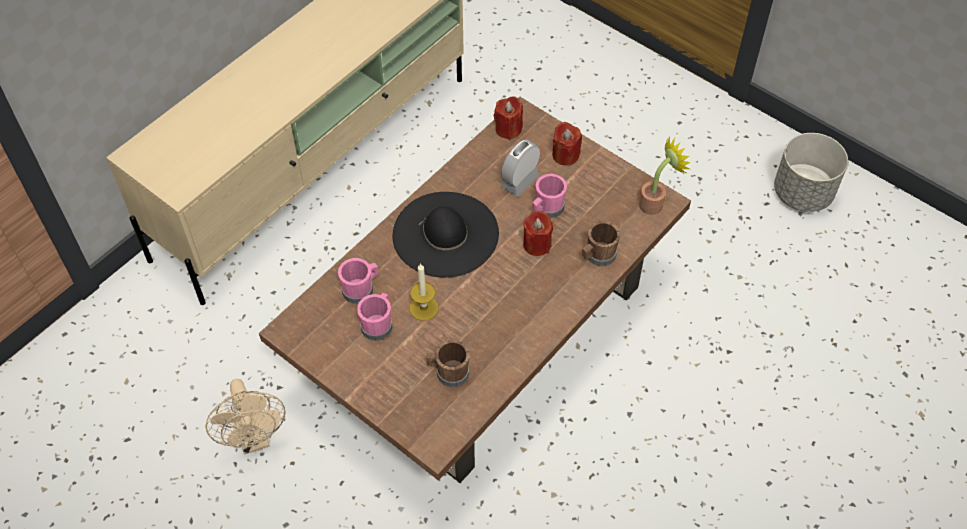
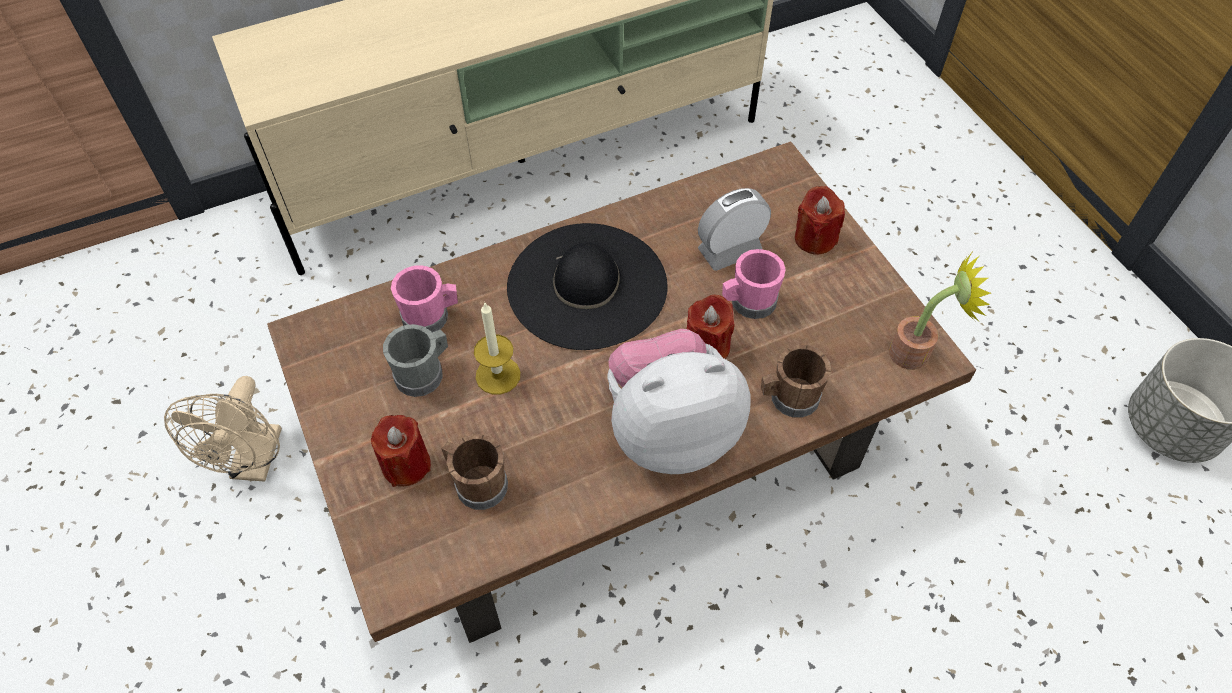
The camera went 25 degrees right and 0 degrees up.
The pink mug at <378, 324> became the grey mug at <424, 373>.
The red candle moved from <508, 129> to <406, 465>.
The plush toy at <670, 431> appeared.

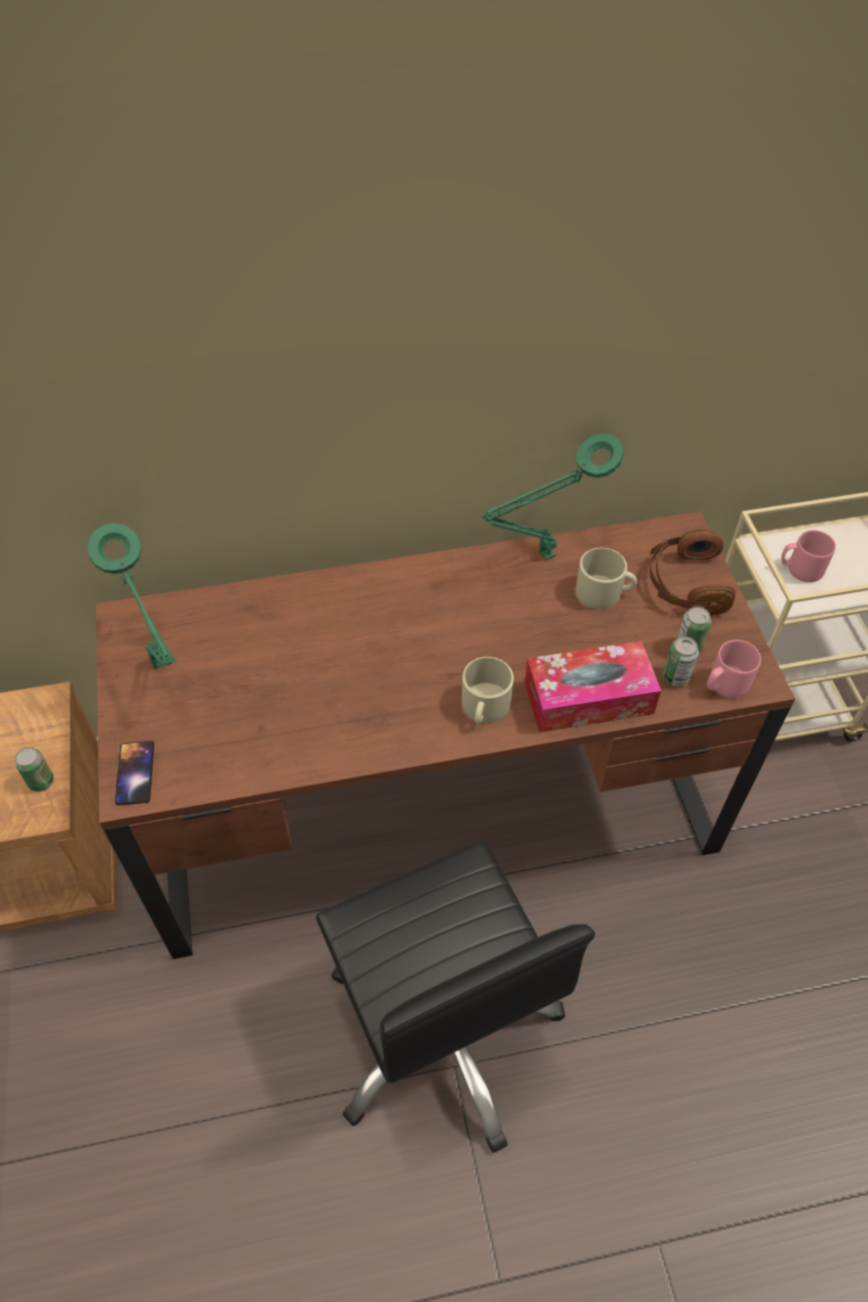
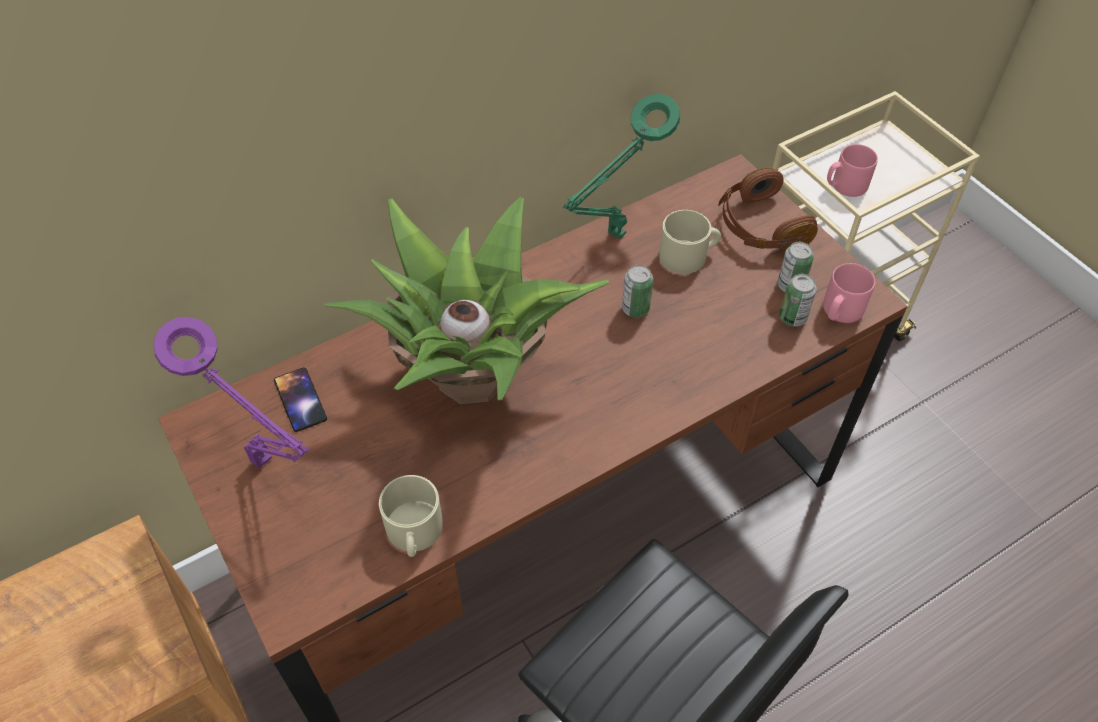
The camera went 20 degrees left and 0 degrees up.
The can moved from <41, 781> to <635, 308>.
The green table lamp at <161, 667> became the purple table lamp at <265, 464>.
The phone moved from <135, 773> to <300, 400>.
The beige mug moved from <484, 708> to <414, 533>.
The tissue box at <588, 697> disappeared.
The potted plant at <473, 372> appeared.

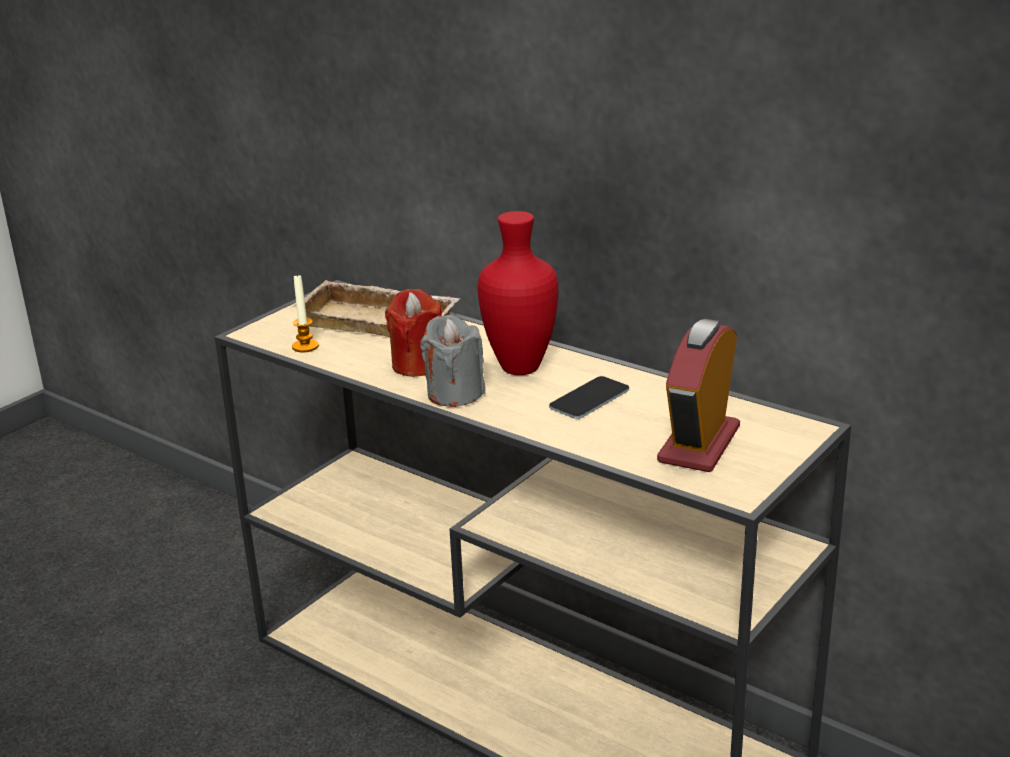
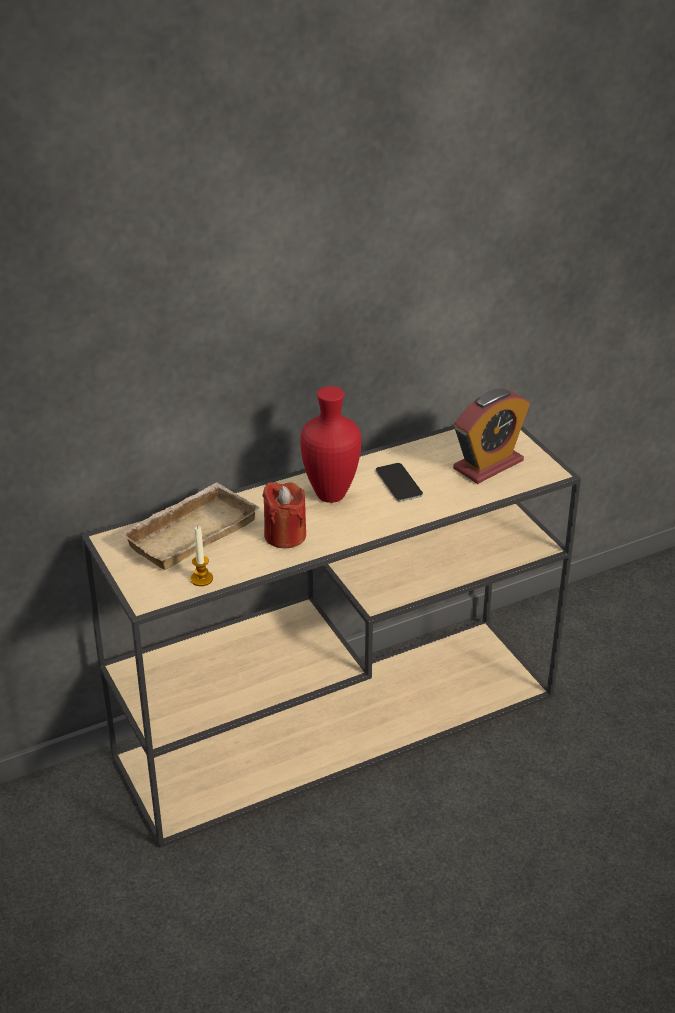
The camera went 65 degrees left and 10 degrees up.
The grey candle at <455, 394> disappeared.
The alarm clock at <699, 444> turned 90 degrees counterclockwise.

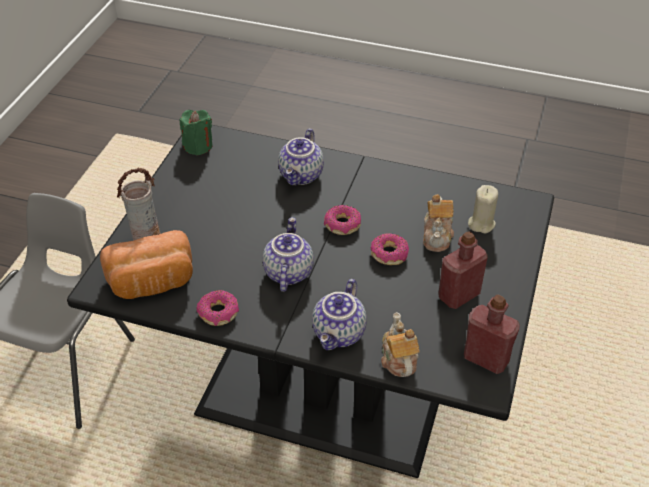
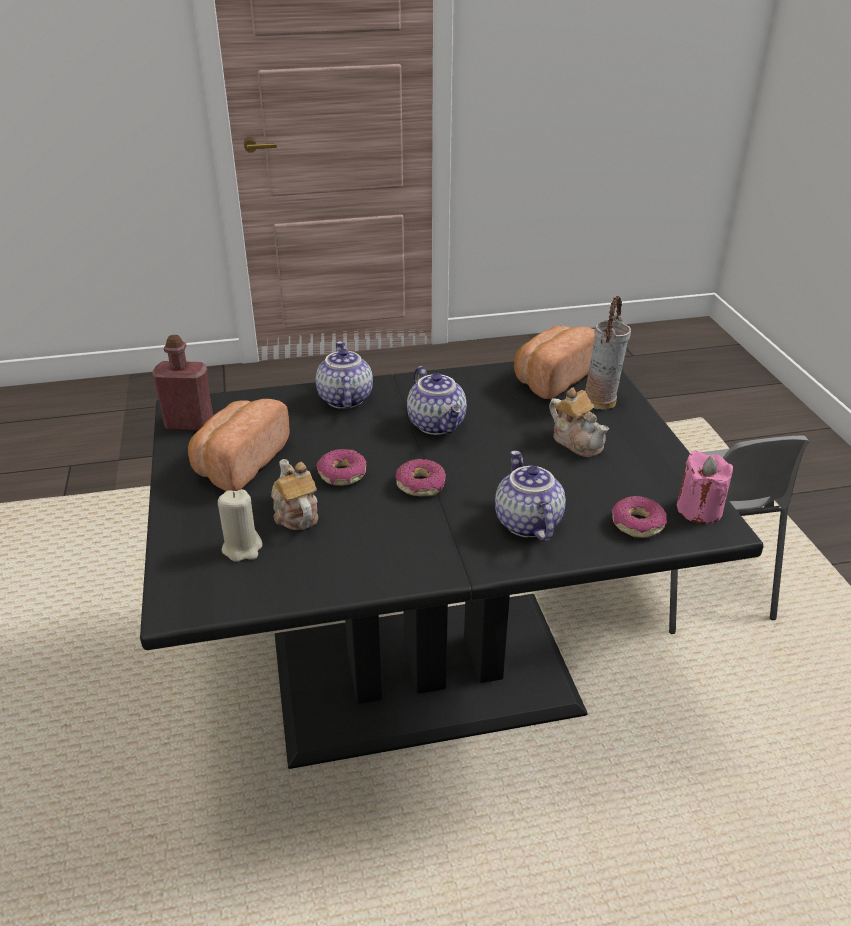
The camera went 150 degrees right and 10 degrees down.
The green candle at <198, 146> became the pink candle at <699, 510>.
The donut moved from <218, 313> to <637, 524>.
The teapot moved from <398, 359> to <577, 441>.
The red bottle at <459, 295> was replaced by the bread at <239, 463>.

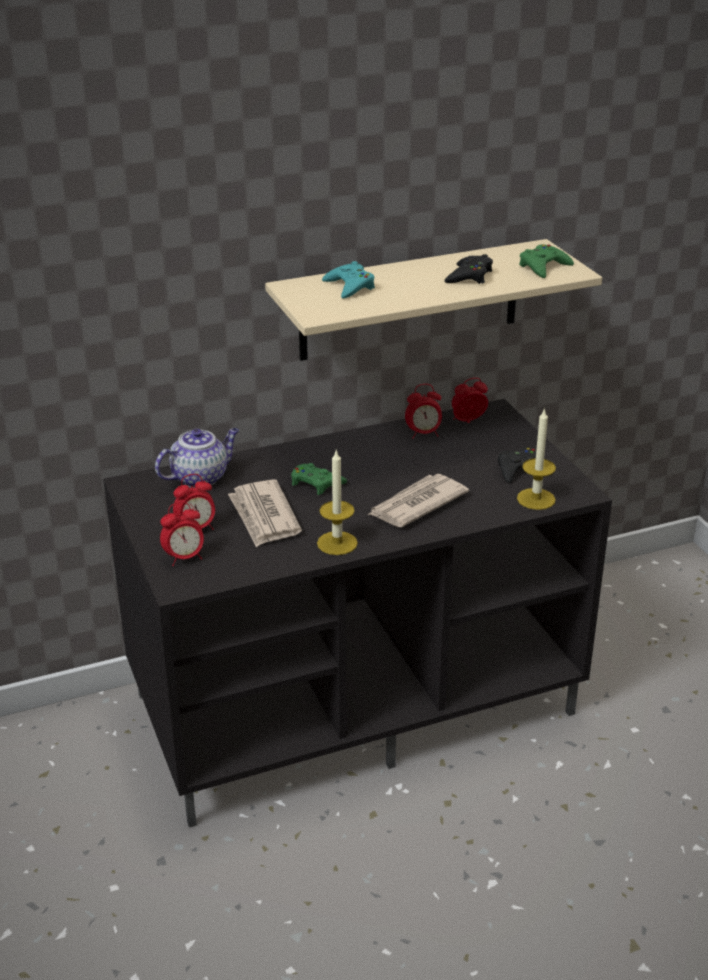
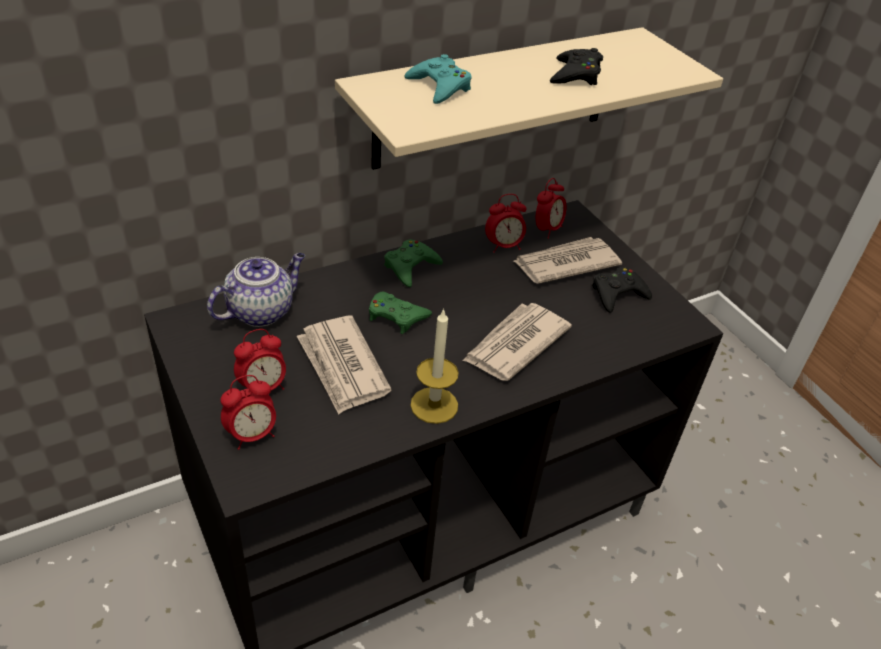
The camera went 10 degrees left and 10 degrees up.
The alarm clock at <468, 421> turned 150 degrees clockwise.
The candle at <536, 499> disappeared.
The green game controller moved from <543, 267> to <410, 267>.
The newspaper at <564, 263> appeared.

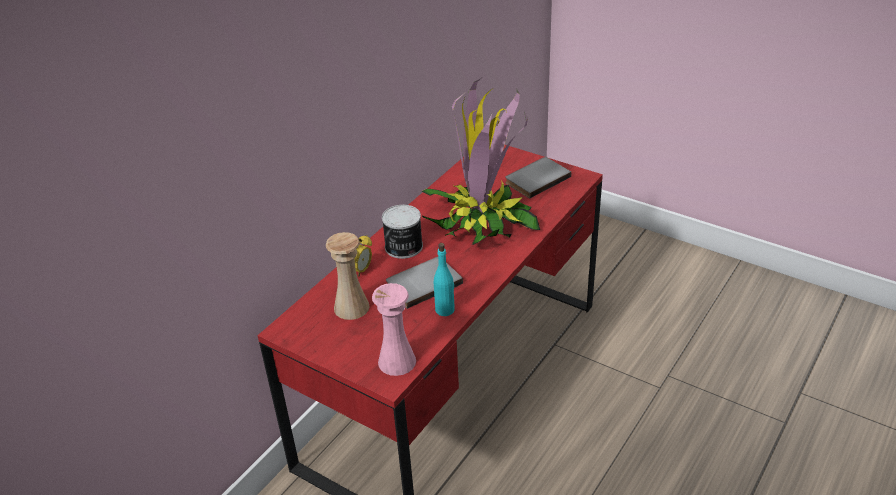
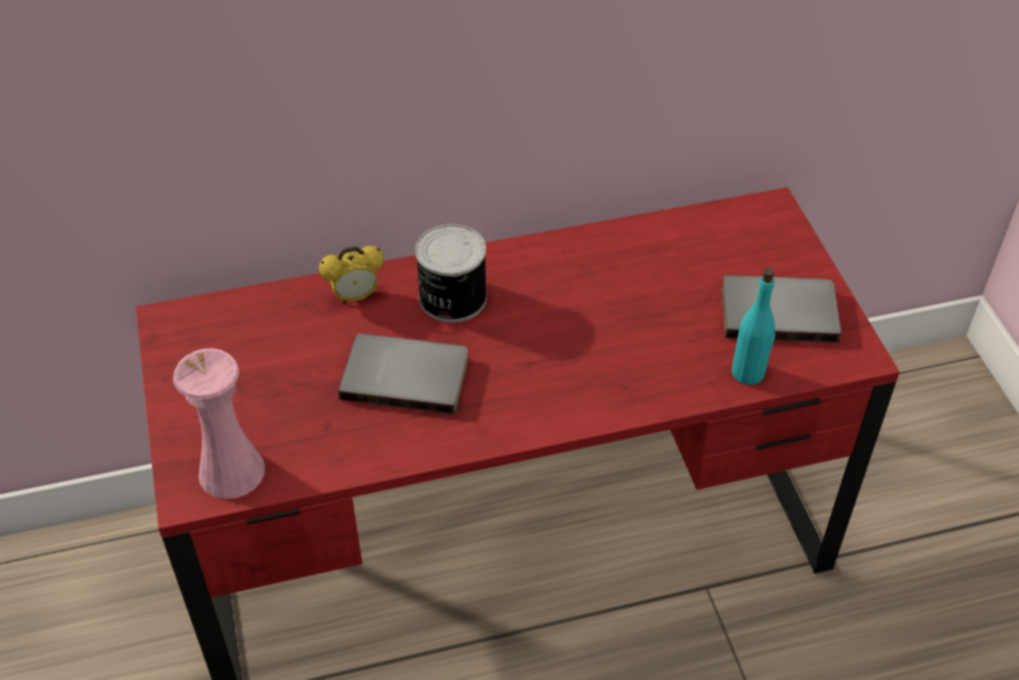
The camera went 40 degrees right and 10 degrees up.
The beige vase at <351, 307> disappeared.
The potted plant at <481, 222> disappeared.
The turquoise bottle moved from <445, 310> to <748, 372>.

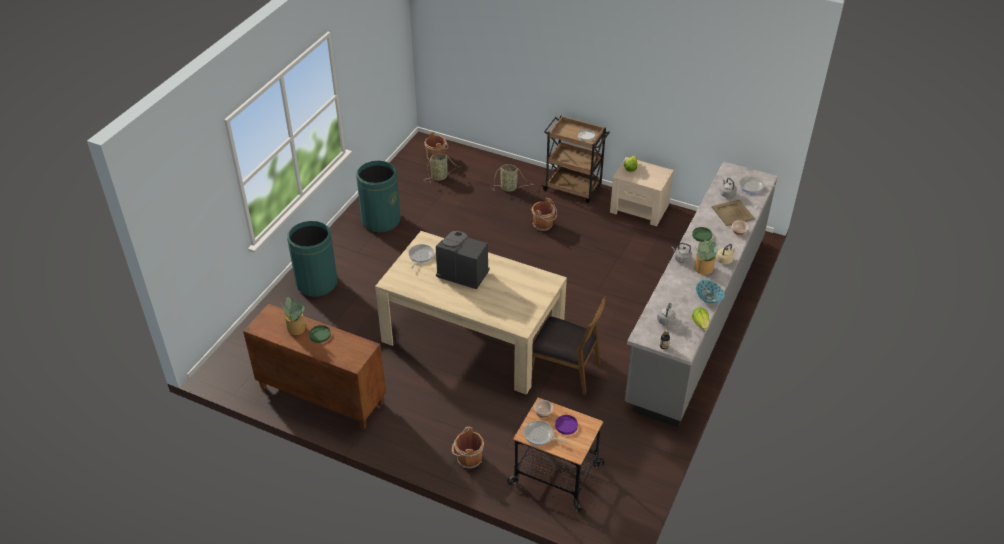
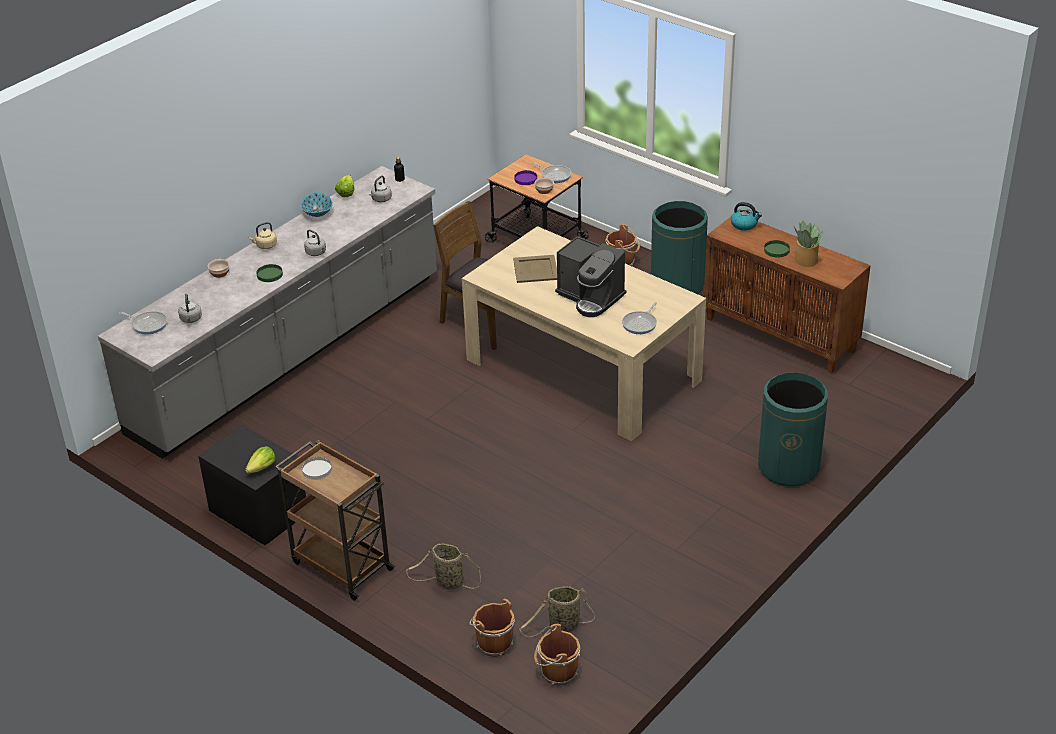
The camera went 165 degrees left and 5 degrees down.
The green trash can moved from <381, 220> to <677, 286>.
The brown bucket moved from <543, 225> to <493, 643>.
The beige nightstand at <639, 209> became the black nightstand at <258, 511>.
The potted plant at <703, 268> disappeared.
The beige tray moved from <733, 213> to <535, 269>.
The kettle at <744, 225> appeared.

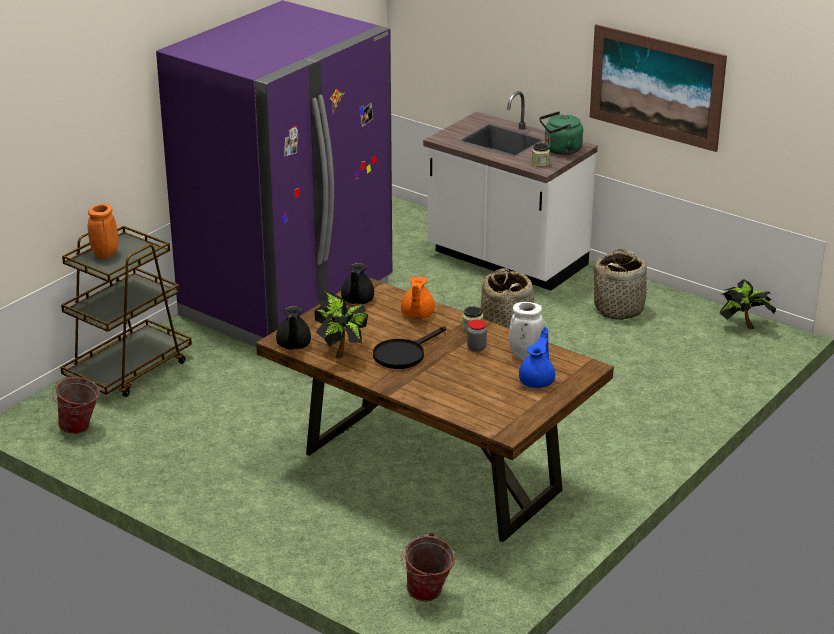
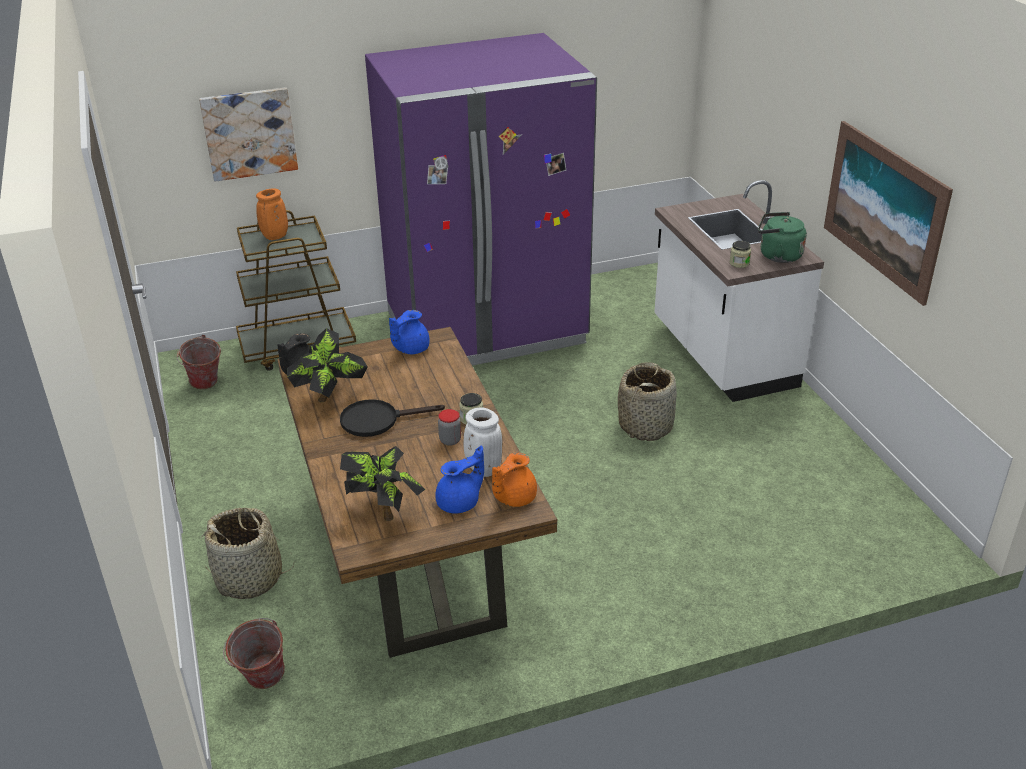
The camera went 35 degrees right and 5 degrees up.
The black teapot at <357, 301> became the blue teapot at <410, 349>.
The orange teapot moved from <417, 314> to <513, 498>.
The basket moved from <619, 309> to <250, 579>.
The potted plant moved from <743, 326> to <384, 511>.
The picture at <249, 133> appeared.

